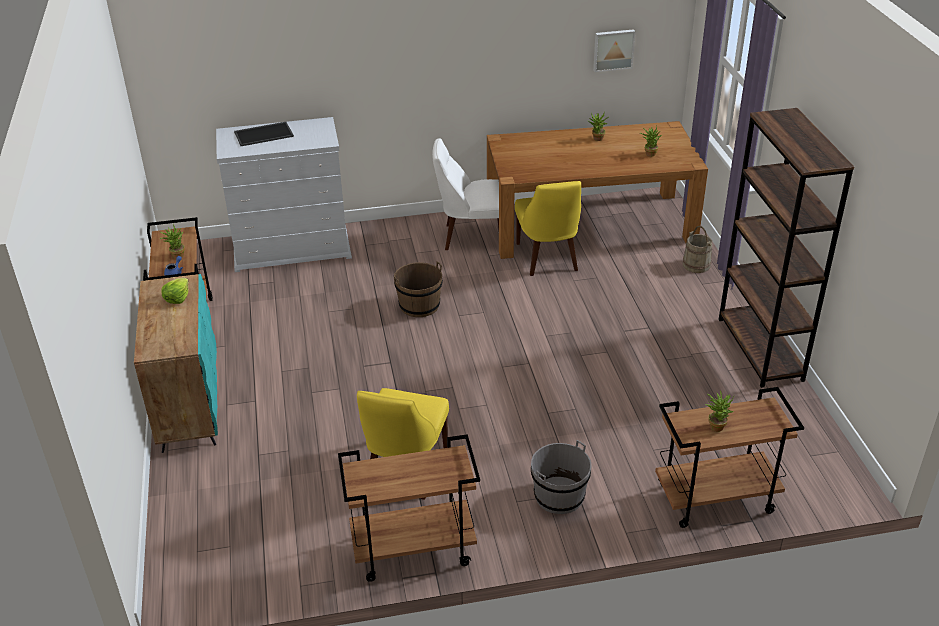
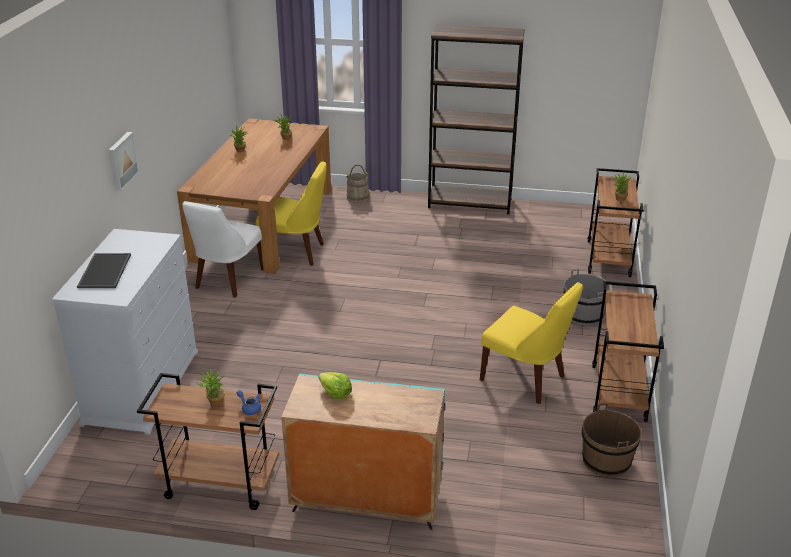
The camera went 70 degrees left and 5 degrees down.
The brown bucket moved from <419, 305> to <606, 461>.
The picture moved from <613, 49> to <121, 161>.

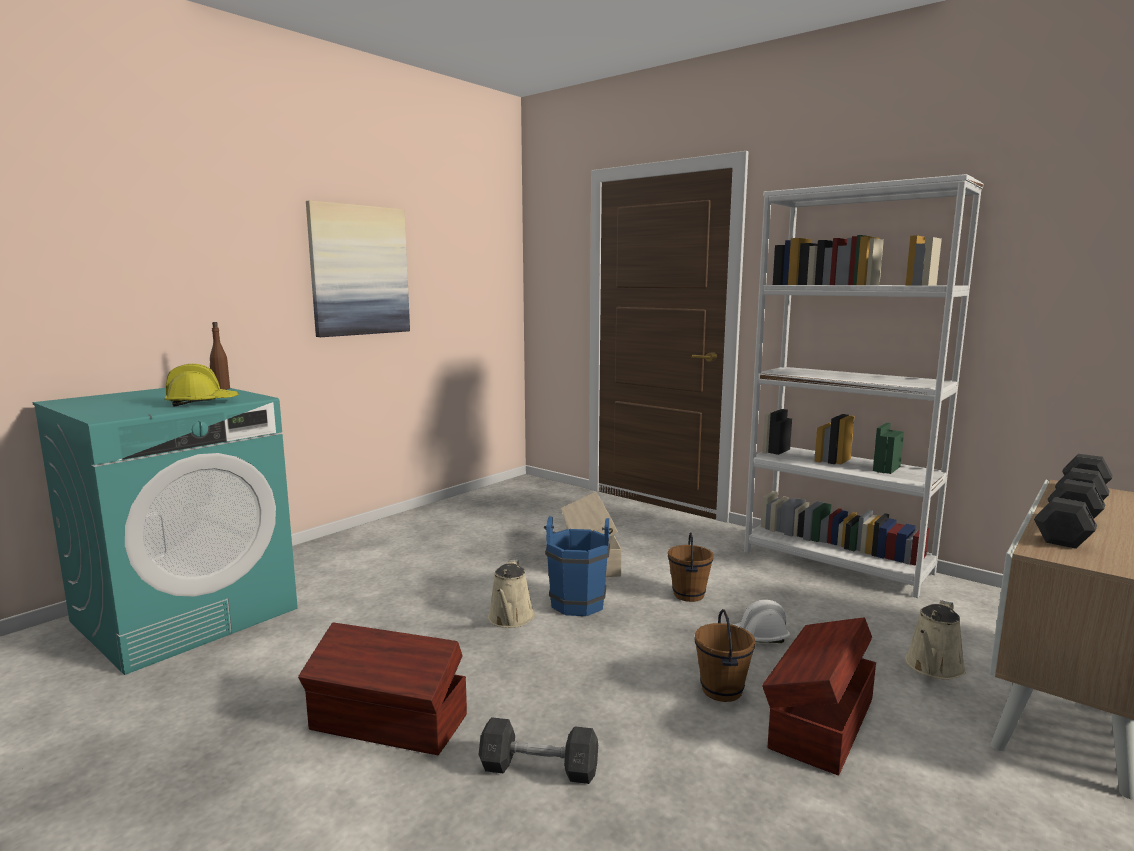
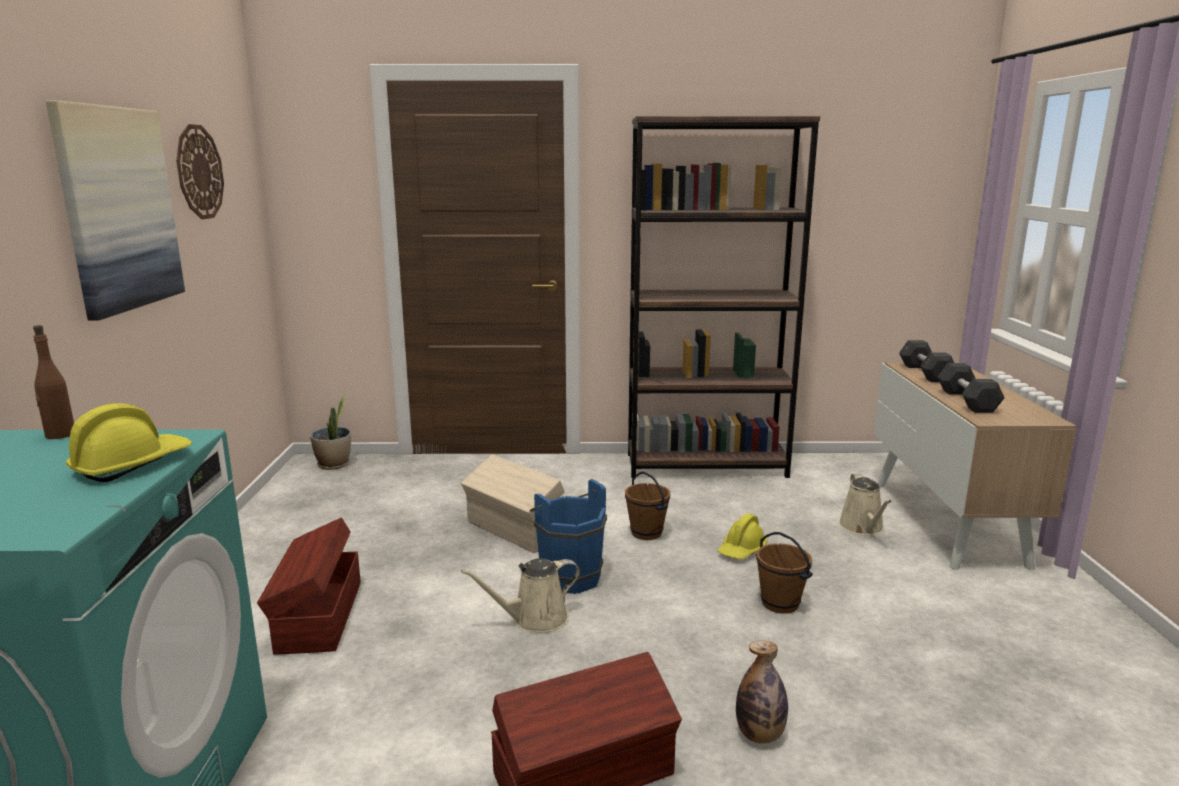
The camera went 40 degrees left and 5 degrees up.
The grey dumbbell at <539, 768> was replaced by the bottle at <760, 735>.
The beige watering can at <510, 619> turned 105 degrees clockwise.
The white hard hat at <756, 637> became the yellow hard hat at <742, 550>.
The white bookcase at <837, 562> became the brown bookcase at <706, 465>.
The brown storage box moved from <819, 722> to <317, 617>.
The wall clock at <199, 172> appeared.
The potted plant at <334, 465> appeared.

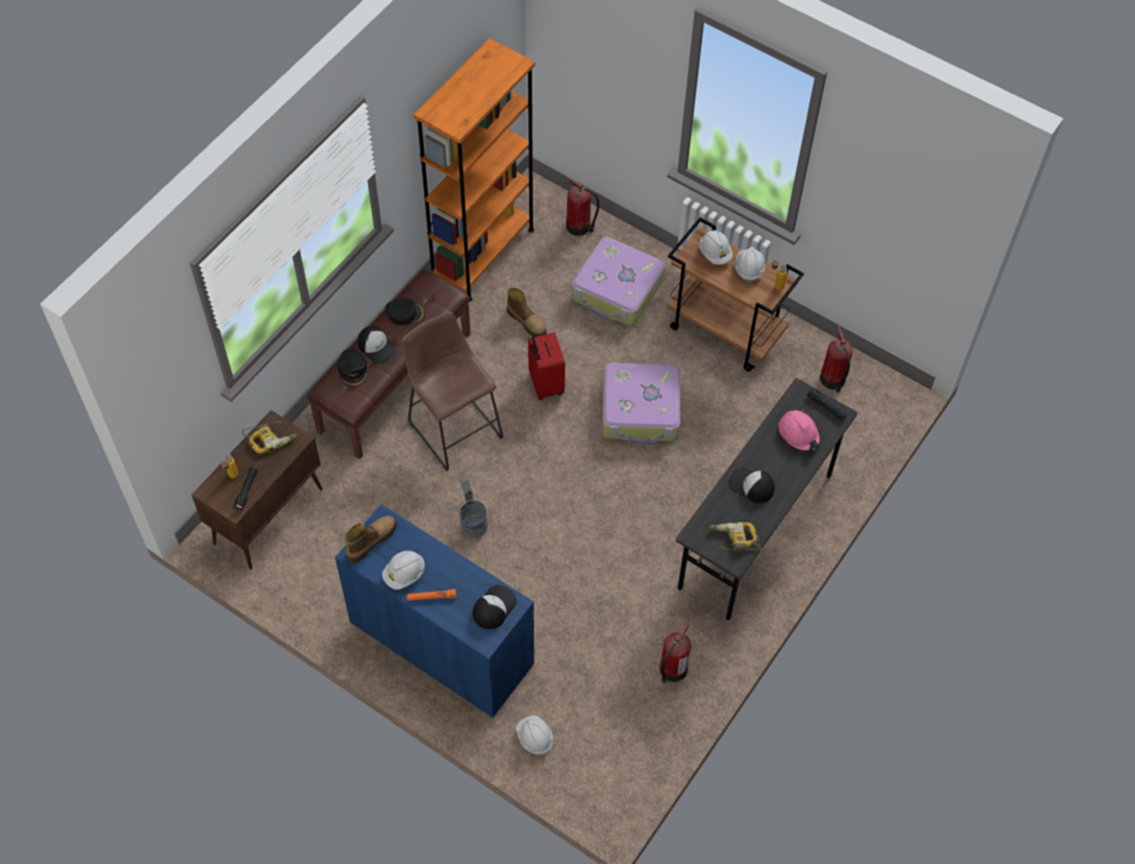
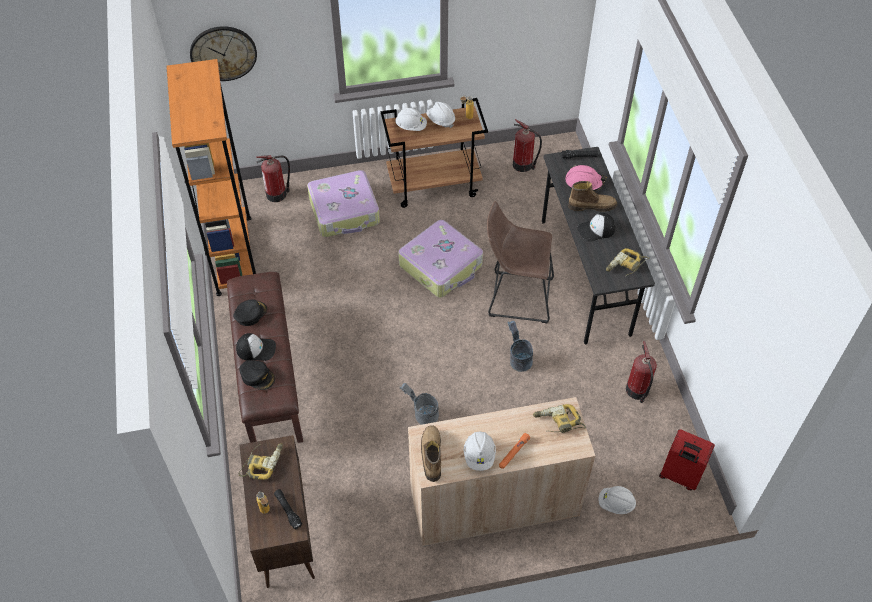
The camera went 45 degrees left and 5 degrees down.
The blue cabinet at <441, 643> became the beige cabinet at <494, 503>.
The brown stool moved from <453, 425> to <516, 296>.
The cap at <493, 607> was replaced by the power drill at <558, 422>.
The boot moved from <527, 322> to <592, 205>.
The red suitcase moved from <544, 384> to <679, 476>.
The wall clock at <223, 53> appeared.
The grey bucket at <518, 359> appeared.

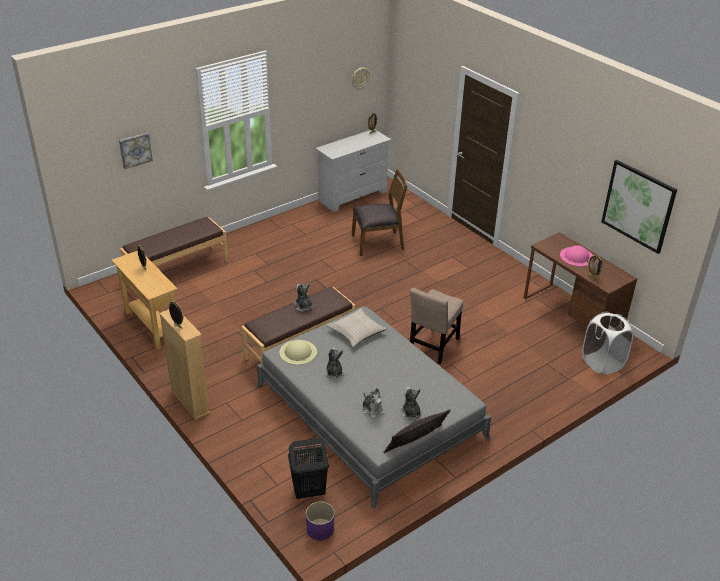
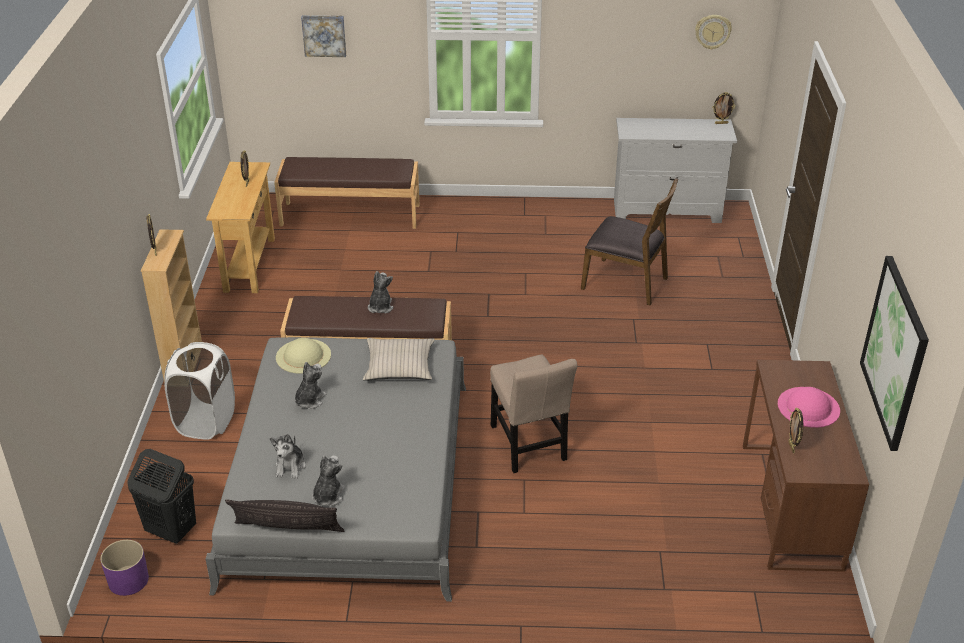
The camera went 40 degrees right and 0 degrees up.
The beige chair at <433, 347> turned 90 degrees counterclockwise.
The white laundry basket moved from <602, 363> to <206, 422>.

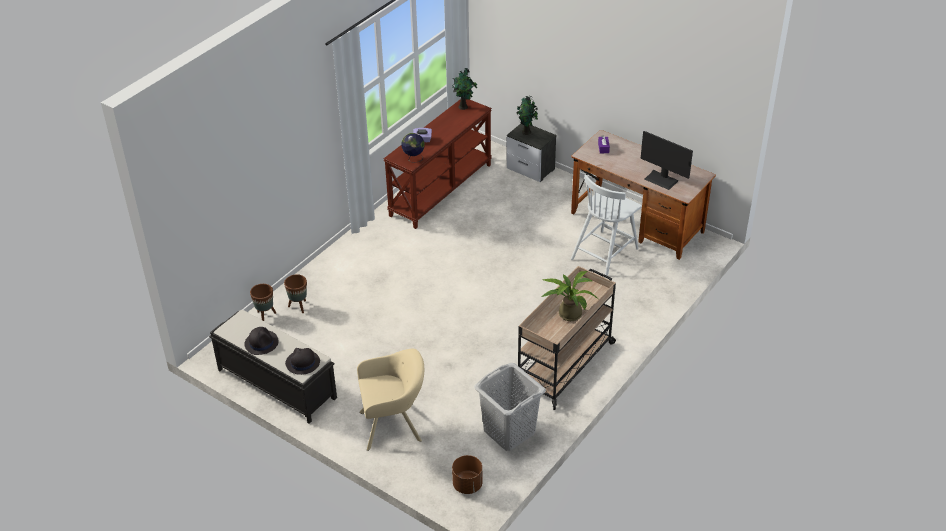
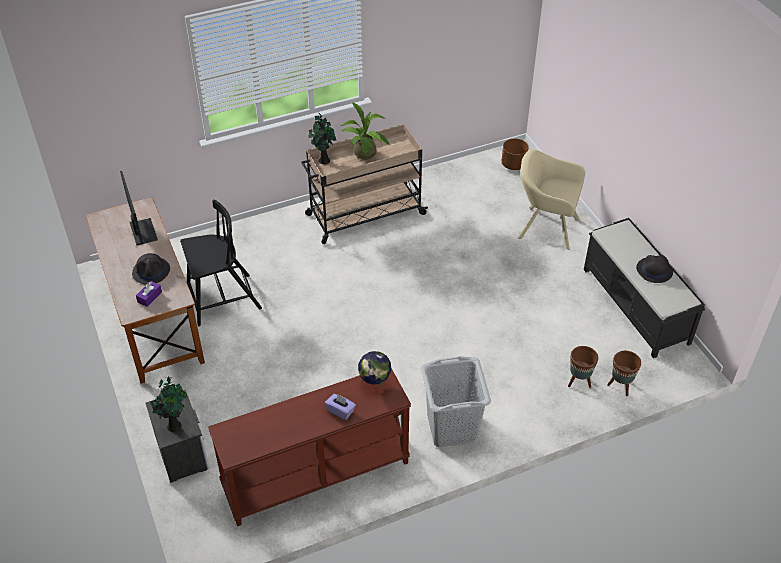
The camera went 150 degrees left and 5 degrees up.
The black hat moved from <302, 363> to <151, 271>.
The potted plant moved from <464, 107> to <323, 160>.
The grey laundry basket moved from <509, 432> to <452, 427>.
The white chair at <605, 253> became the black chair at <222, 300>.

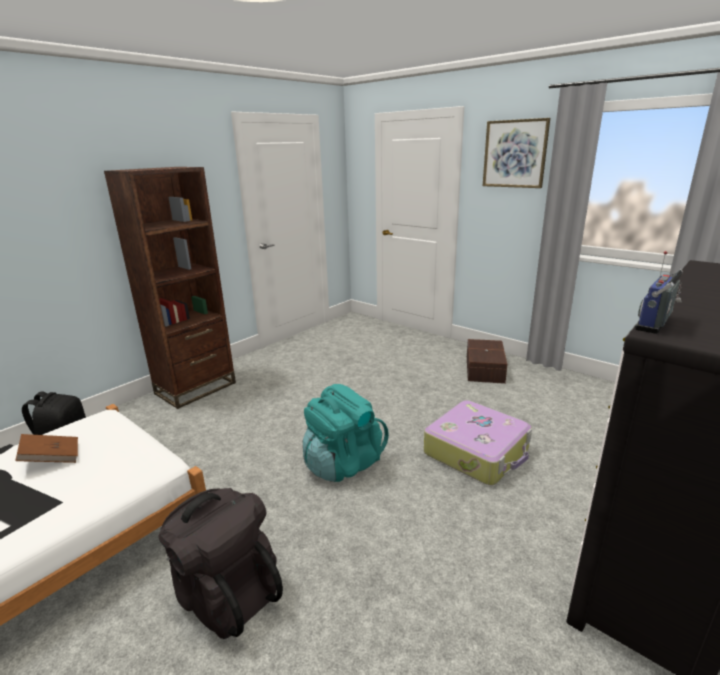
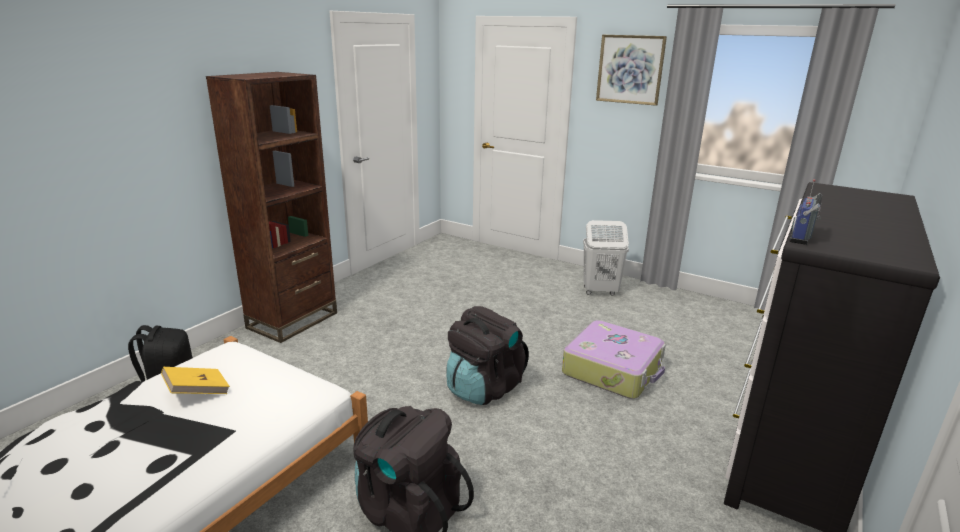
The camera went 10 degrees left and 0 degrees up.
The brown book at <52, 459> became the yellow book at <197, 392>.
The turquoise backpack at <343, 463> became the black backpack at <484, 387>.
The brown storage box at <483, 369> was replaced by the white laundry basket at <599, 291>.

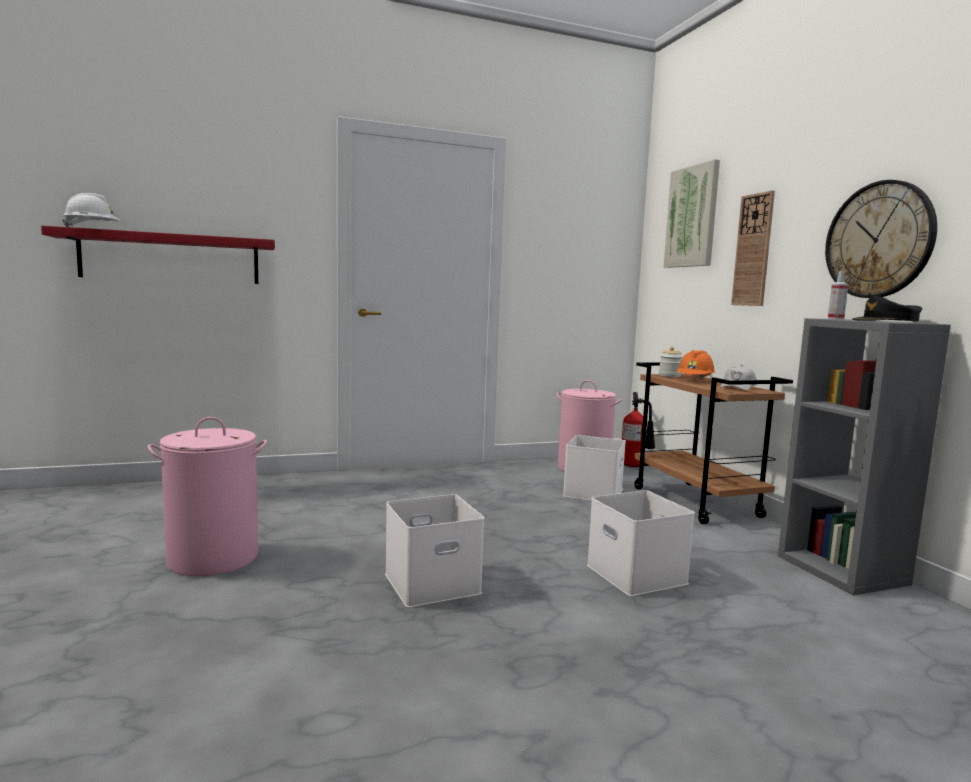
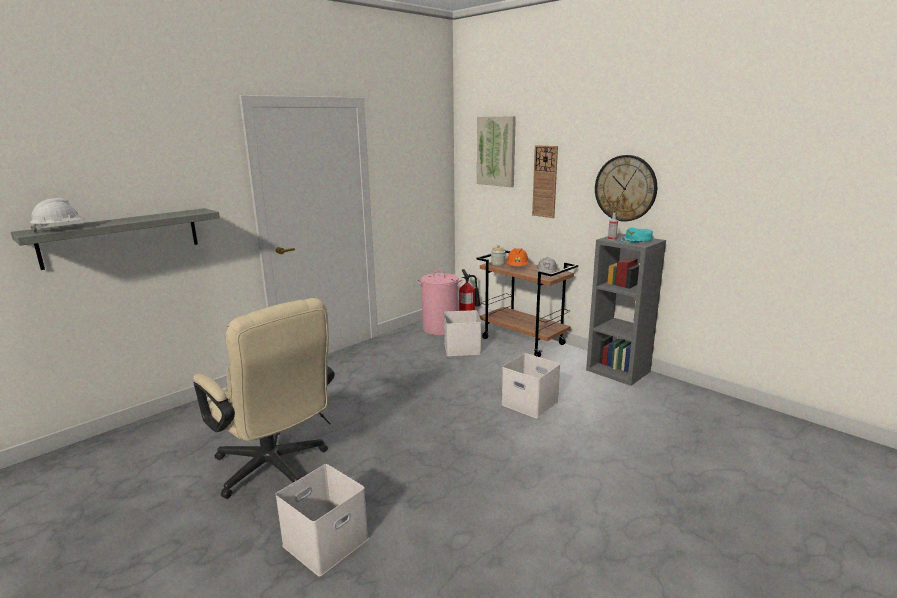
The camera went 25 degrees left and 10 degrees up.
The red shelf at <171, 258> became the grey shelf at <121, 237>.
The pink laundry basket at <212, 558> was replaced by the beige office chair at <276, 470>.
The white storage box moved from <433, 582> to <326, 540>.
The black cap at <886, 321> became the turquoise cap at <637, 240>.

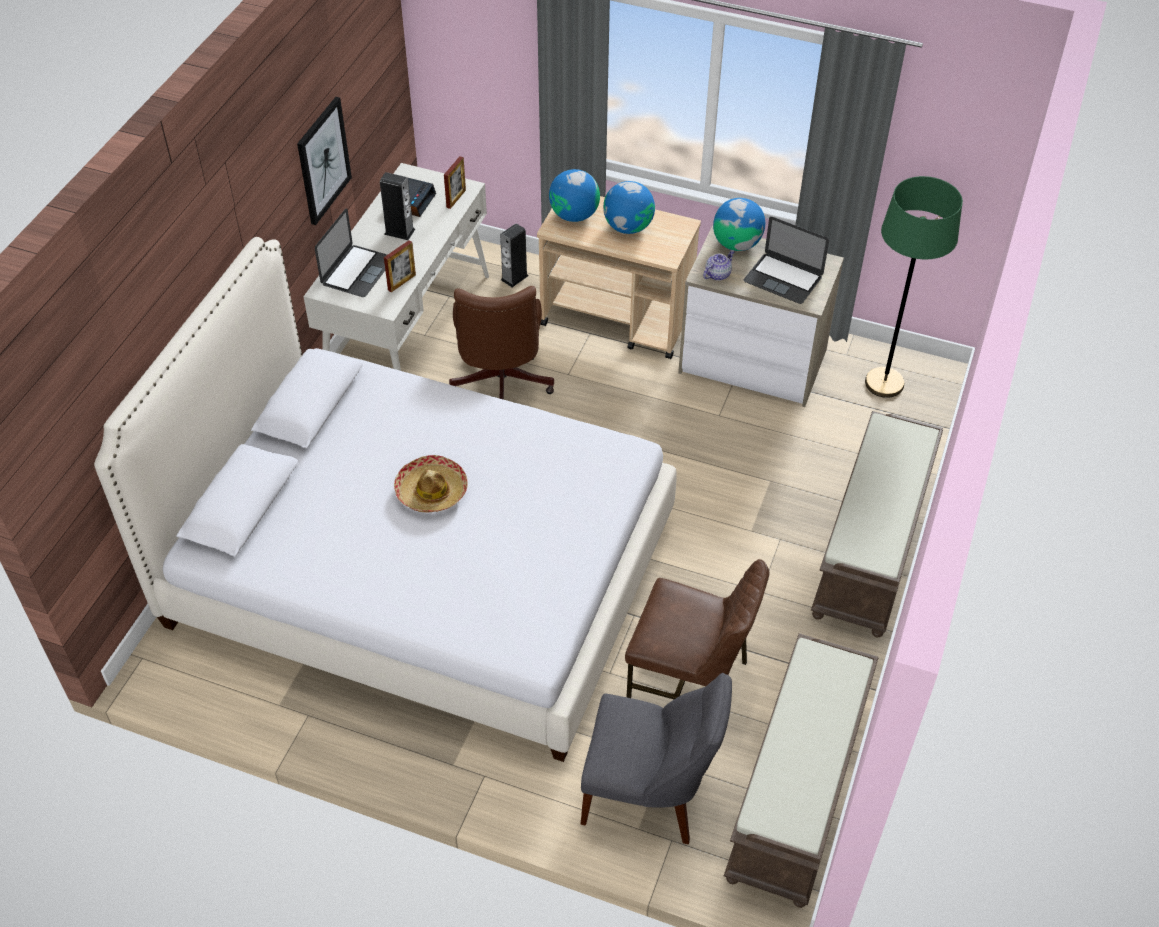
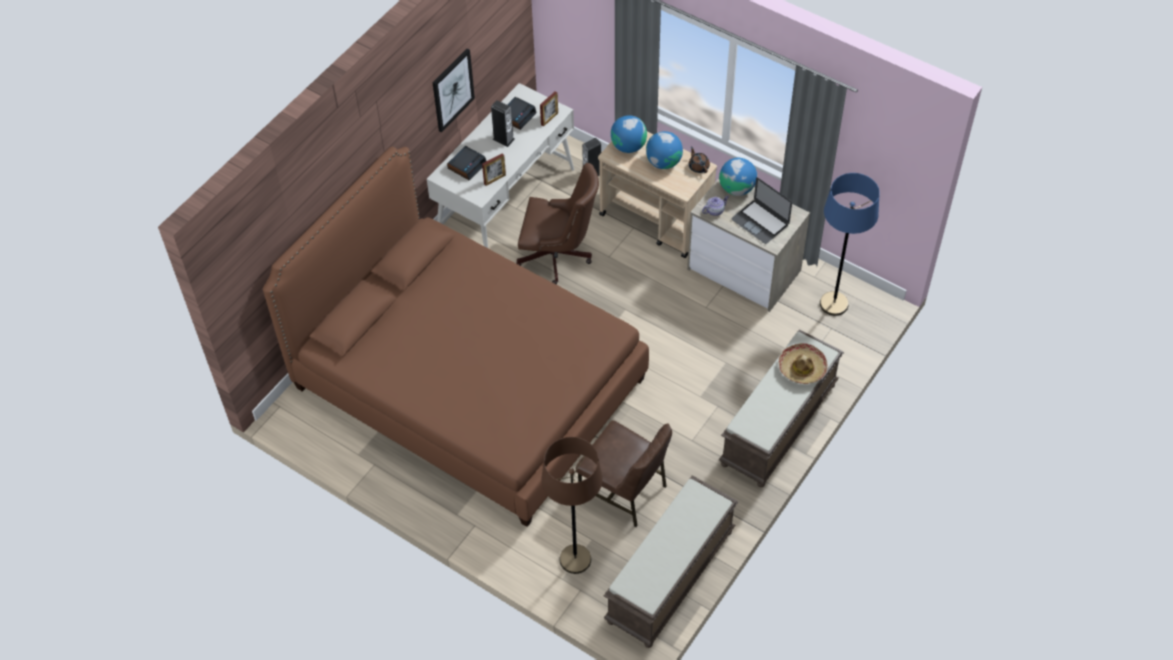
The camera went 15 degrees right and 5 degrees up.
The white bed at <420, 573> became the brown bed at <468, 383>.
The laptop at <357, 271> was replaced by the alarm clock at <467, 165>.
The hat moved from <431, 491> to <802, 368>.
The brown office chair at <500, 385> turned 90 degrees counterclockwise.
The grey chair at <649, 796> was replaced by the brown floor lamp at <575, 559>.
The green floor lamp at <884, 383> became the blue floor lamp at <834, 304>.
The brown teapot at <698, 166> appeared.

